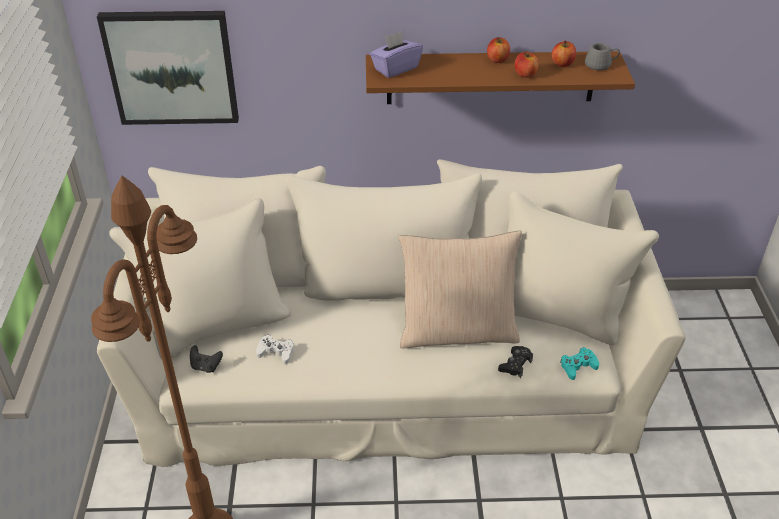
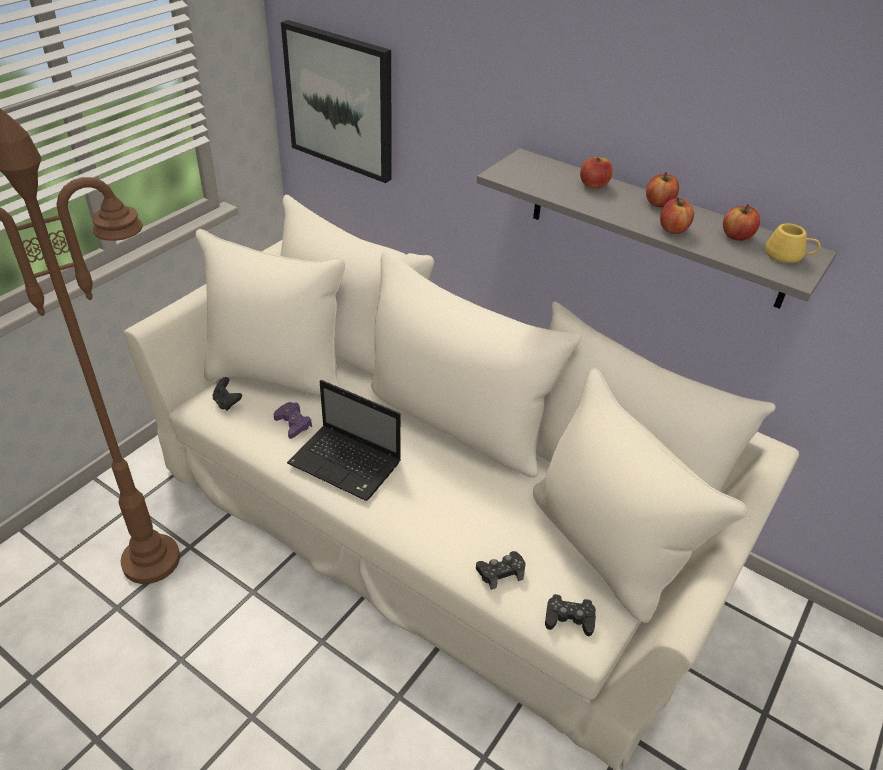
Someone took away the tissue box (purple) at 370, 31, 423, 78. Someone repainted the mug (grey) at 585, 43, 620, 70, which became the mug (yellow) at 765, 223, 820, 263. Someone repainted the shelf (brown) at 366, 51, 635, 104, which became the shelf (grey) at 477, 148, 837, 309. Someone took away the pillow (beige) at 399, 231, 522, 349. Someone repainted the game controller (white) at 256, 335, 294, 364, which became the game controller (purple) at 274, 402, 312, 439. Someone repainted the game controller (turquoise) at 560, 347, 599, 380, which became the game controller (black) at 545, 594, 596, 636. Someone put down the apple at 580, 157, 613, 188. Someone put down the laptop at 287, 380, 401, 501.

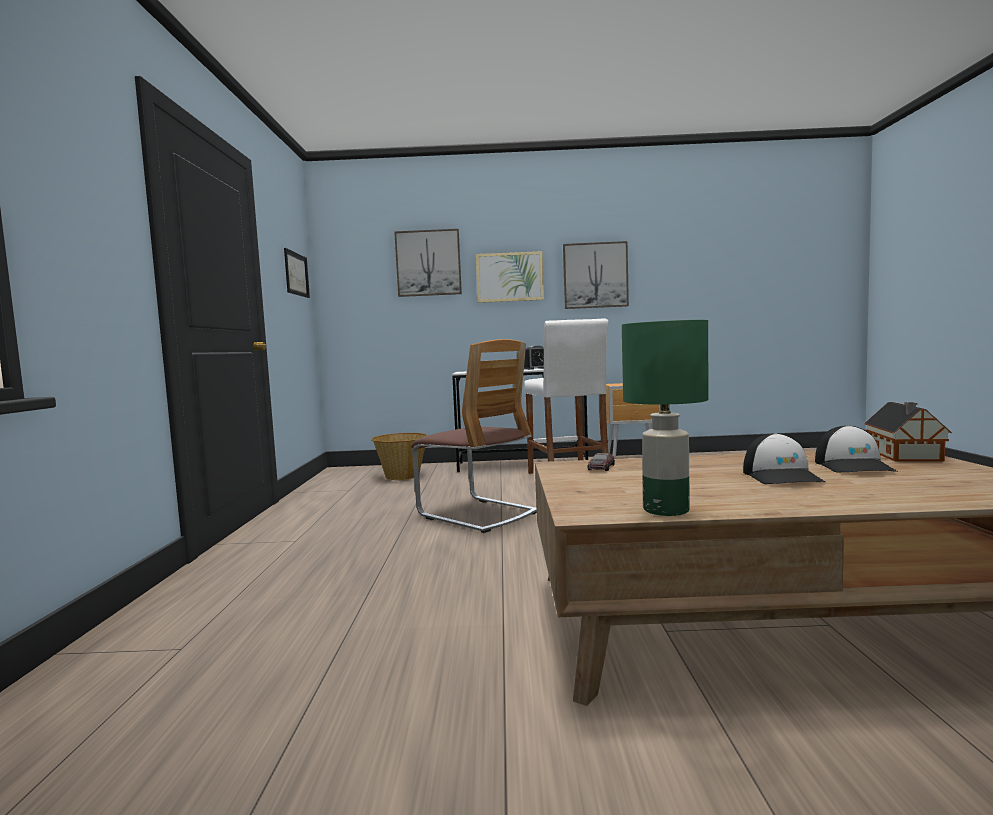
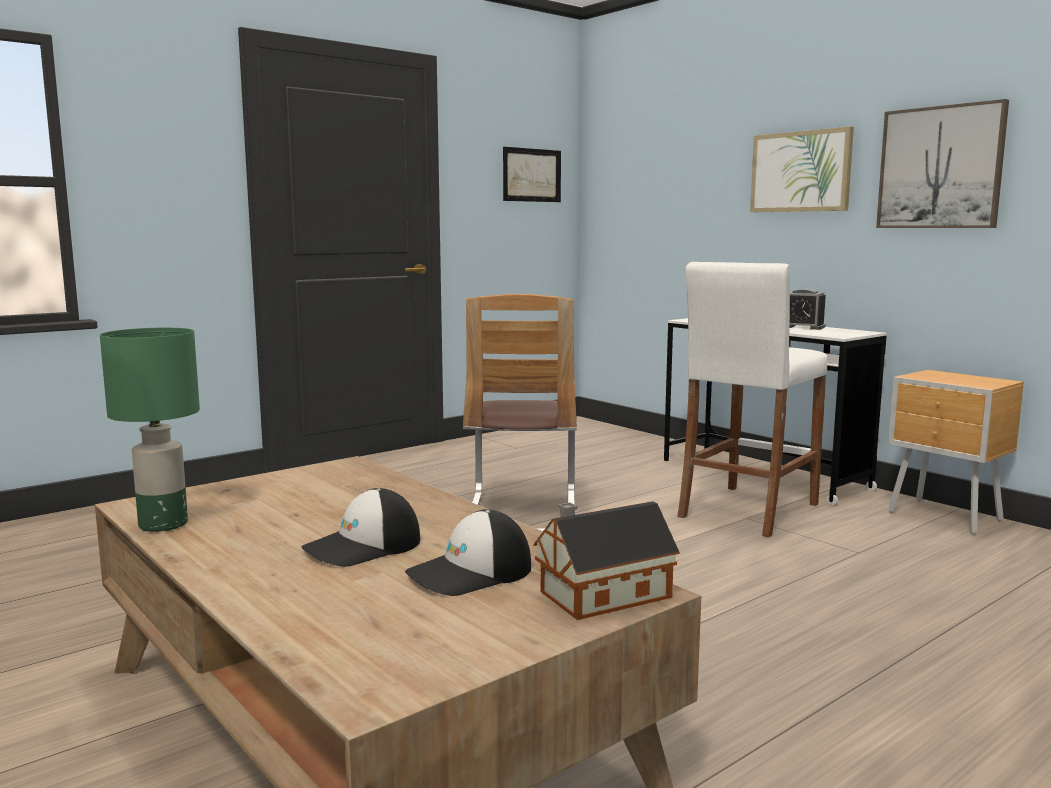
Someone took away the picture at 394, 229, 462, 297. Someone took away the basket at 371, 433, 428, 480. Someone took away the toy car at 587, 453, 615, 471.

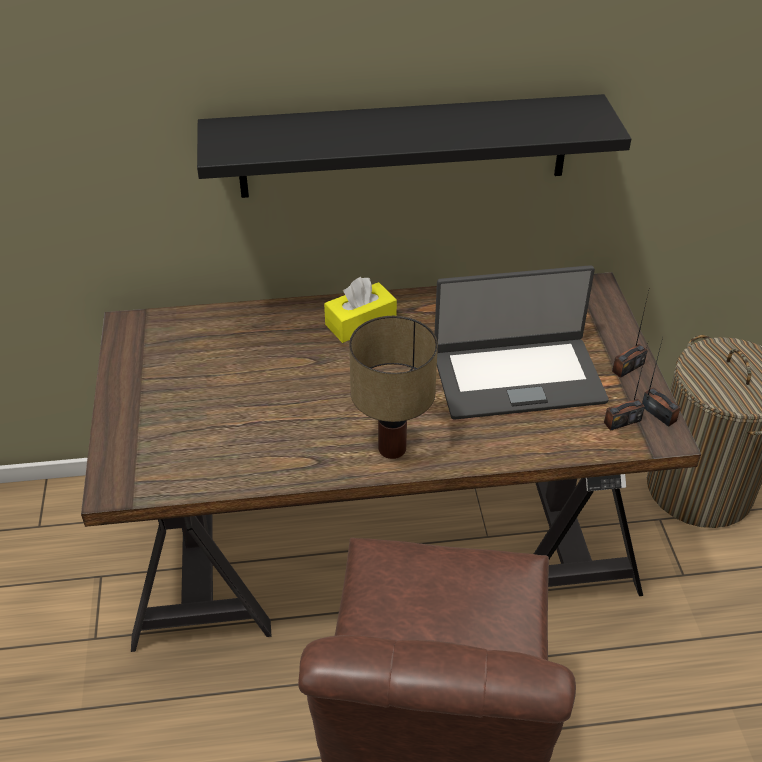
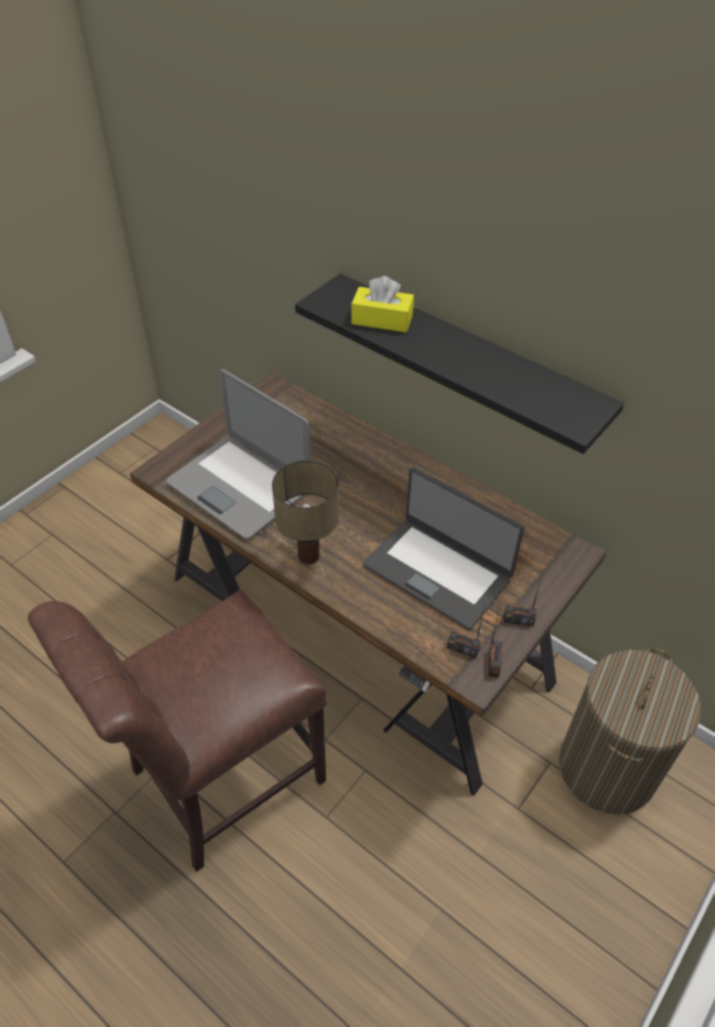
Someone carried the tissue box (yellow) from 324, 277, 397, 343 to 351, 276, 414, 332. Someone put down the laptop at 166, 369, 311, 539.

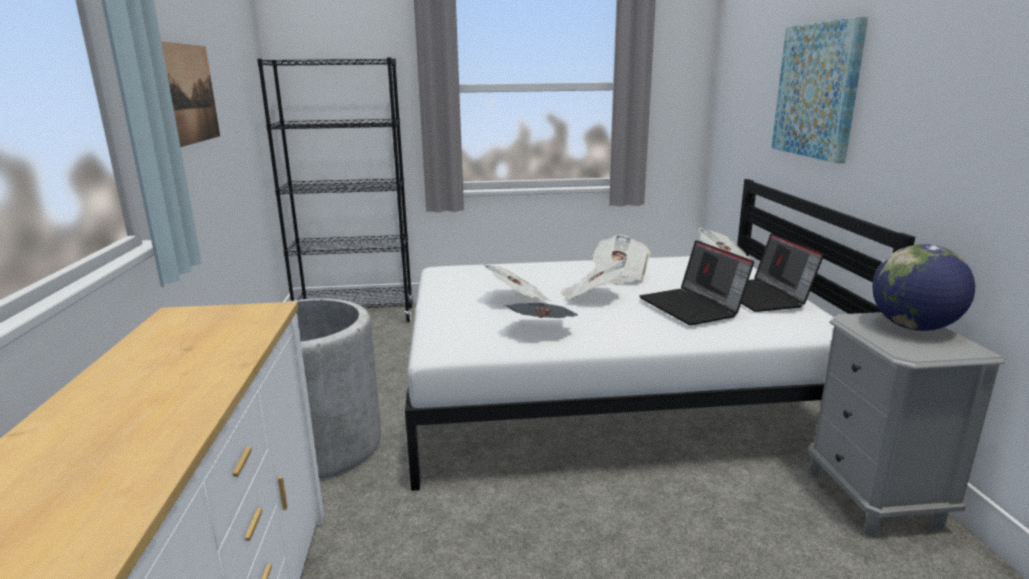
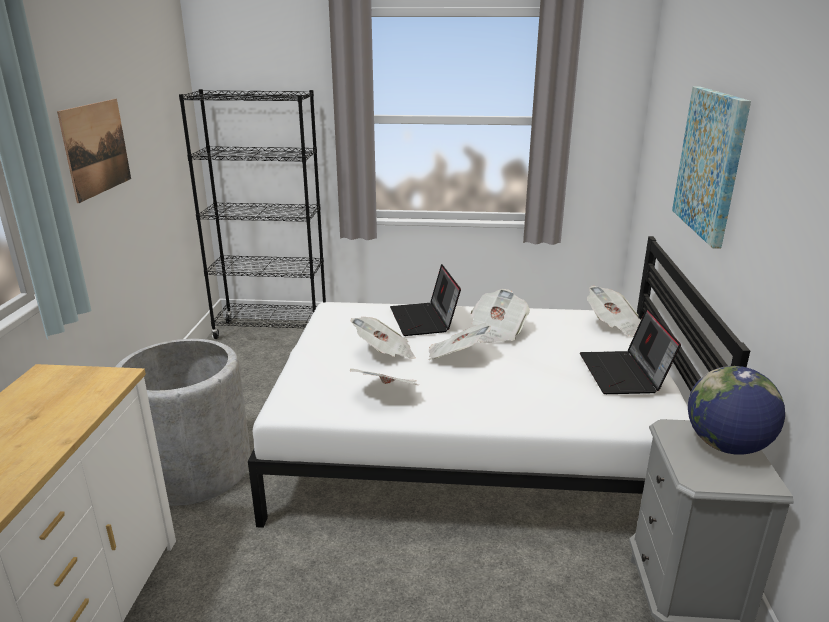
Someone carried the laptop from 639, 240, 754, 325 to 390, 264, 461, 336.

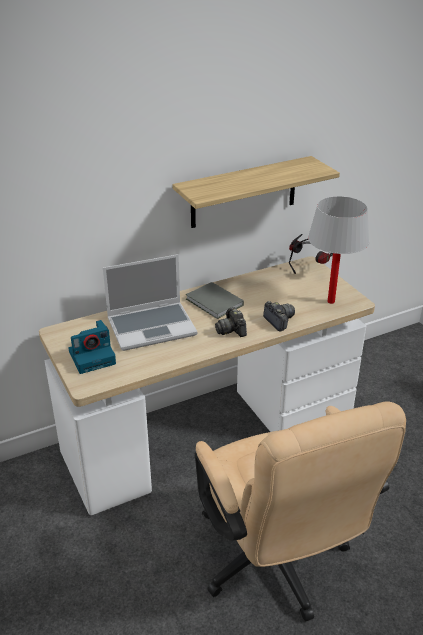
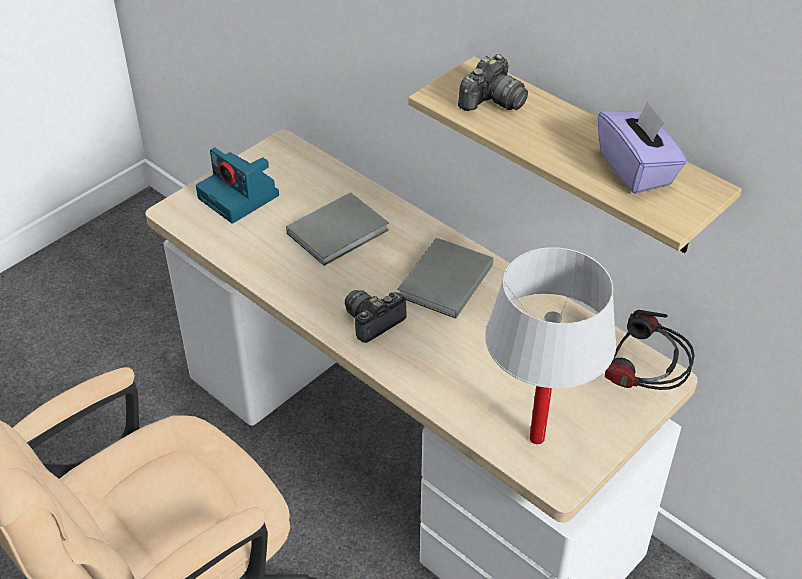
Someone swapped the laptop at 103, 254, 198, 351 for the book (grey) at 286, 192, 389, 266. Someone carried the photo camera from 263, 301, 295, 332 to 458, 54, 528, 111. Someone put down the tissue box (purple) at 598, 100, 687, 194.

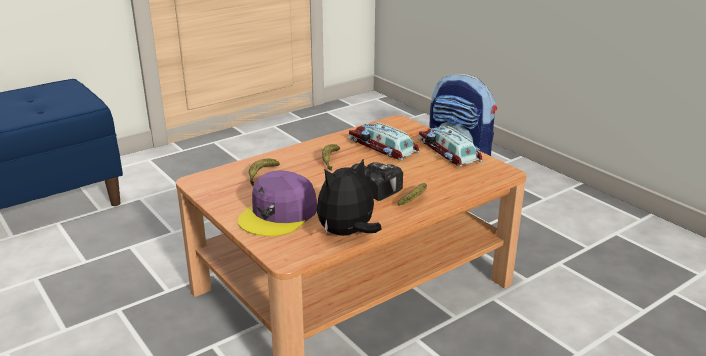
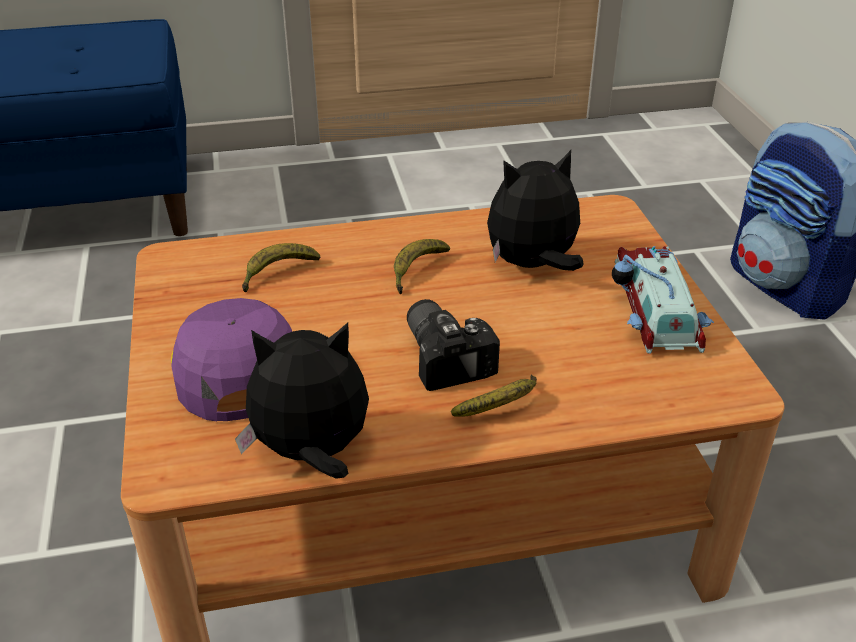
Someone swapped the toy car at 348, 122, 419, 161 for the plush toy at 487, 150, 584, 271. Someone rotated the cap (purple) at 238, 170, 317, 236 by 105 degrees clockwise.

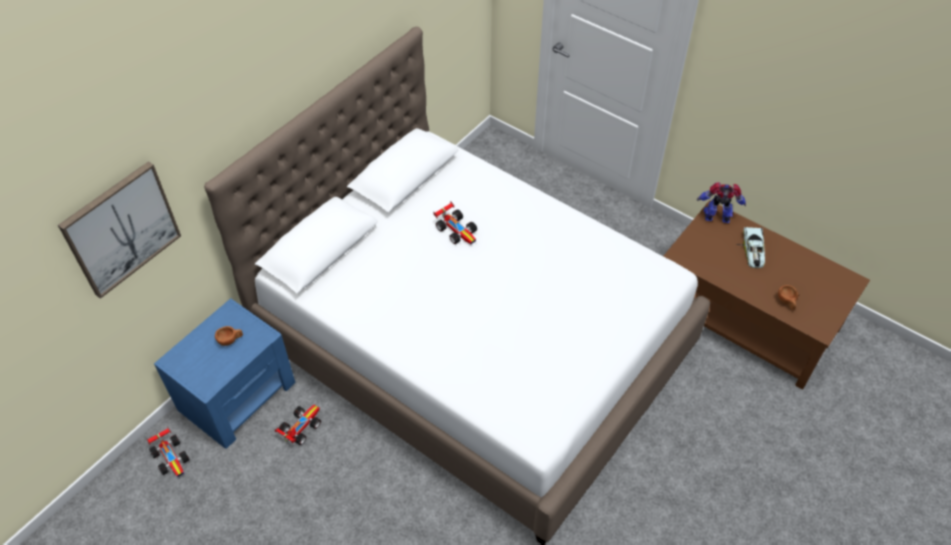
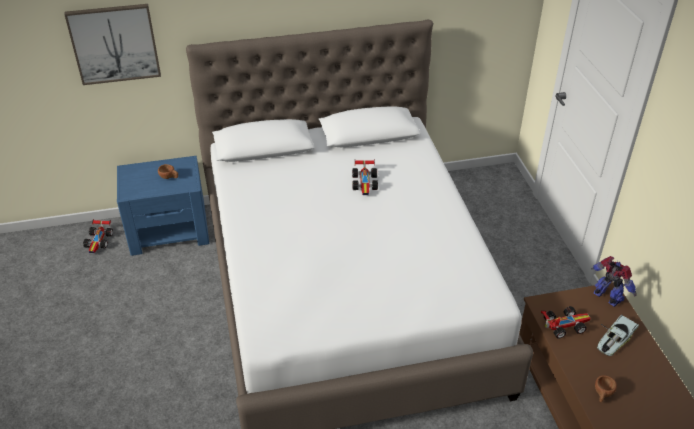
Someone carried the toy car from 275, 404, 321, 445 to 541, 306, 591, 339.

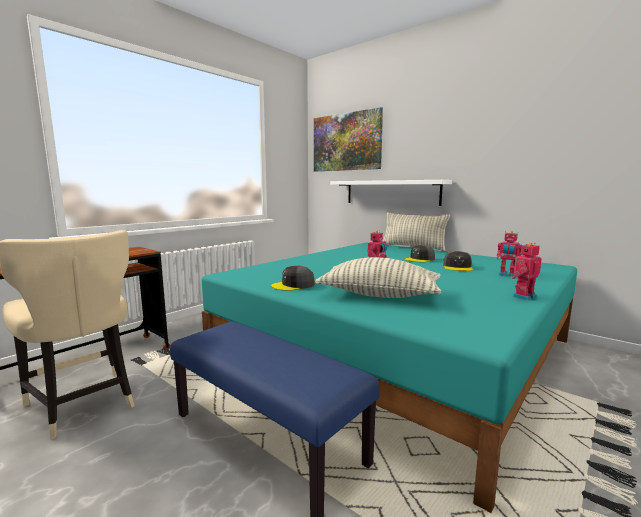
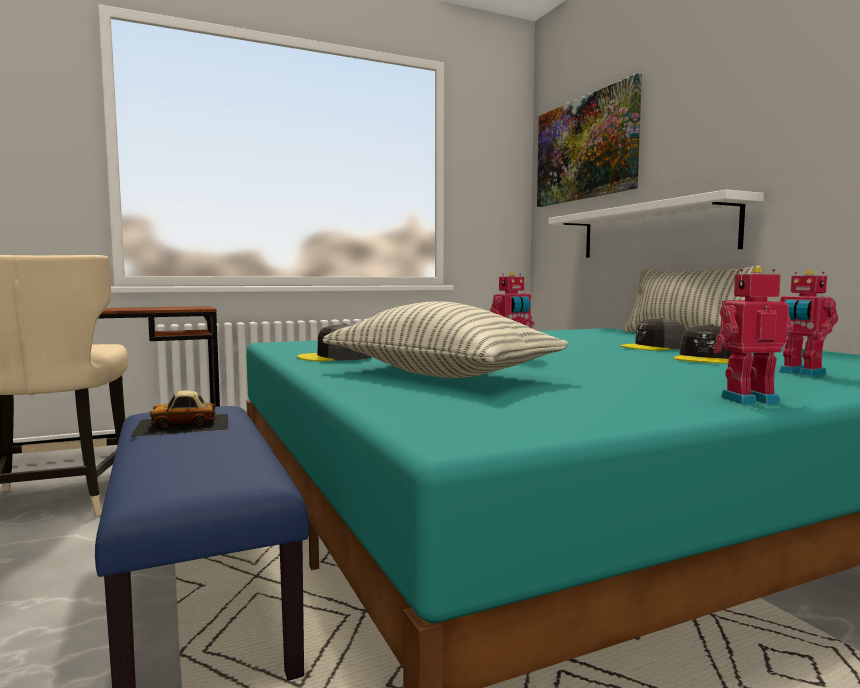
Someone put down the toy car at 130, 391, 228, 437.

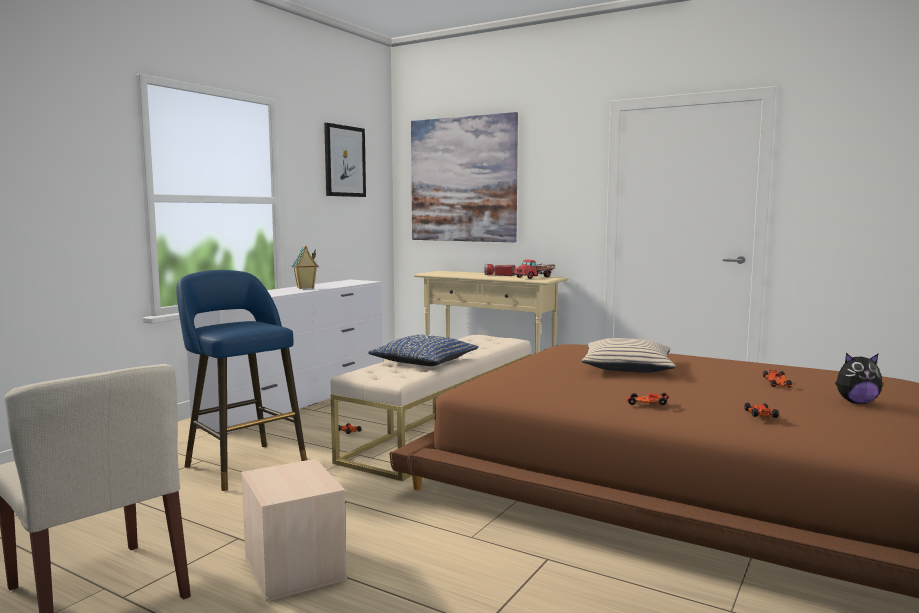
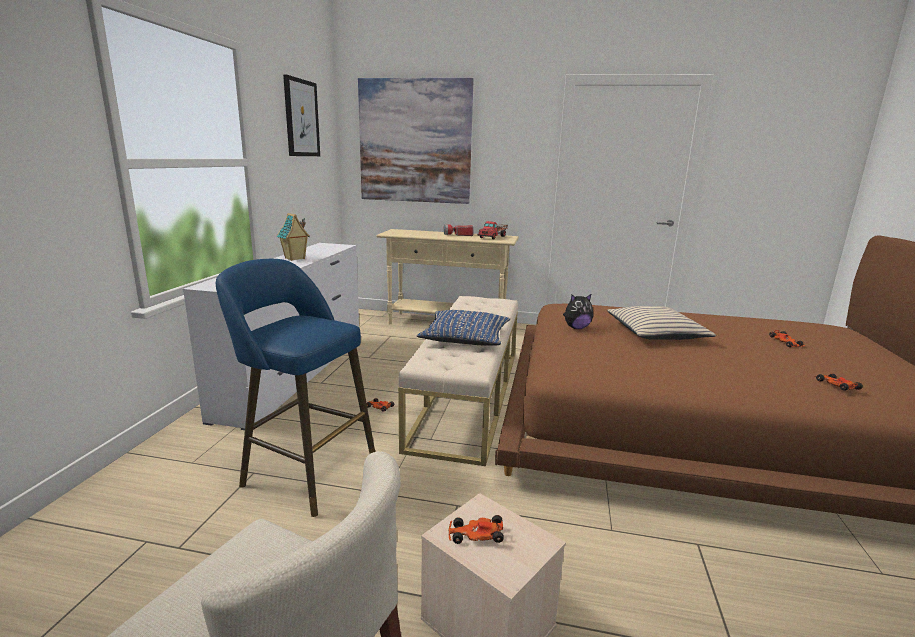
Someone carried the plush toy from 835, 353, 882, 404 to 563, 293, 593, 329. Someone carried the toy car from 626, 393, 668, 405 to 448, 515, 504, 544.

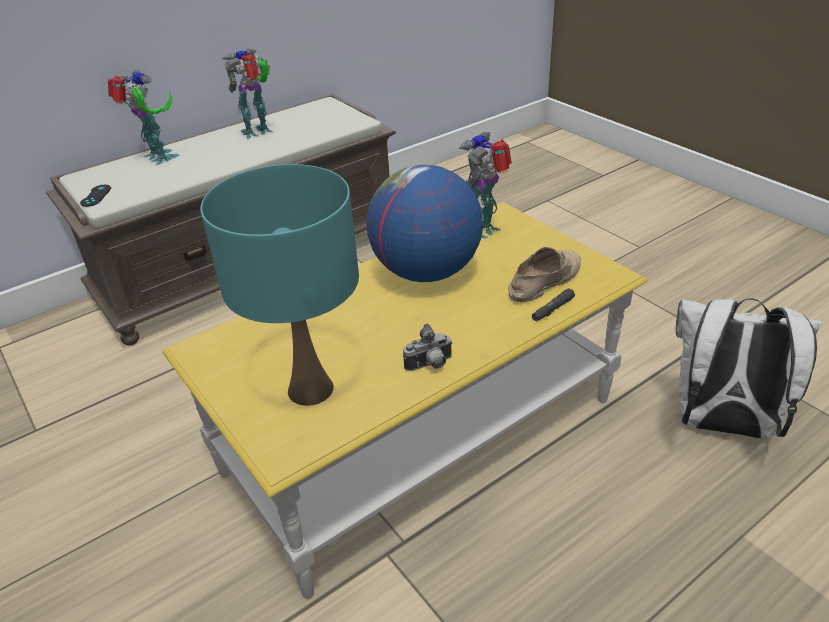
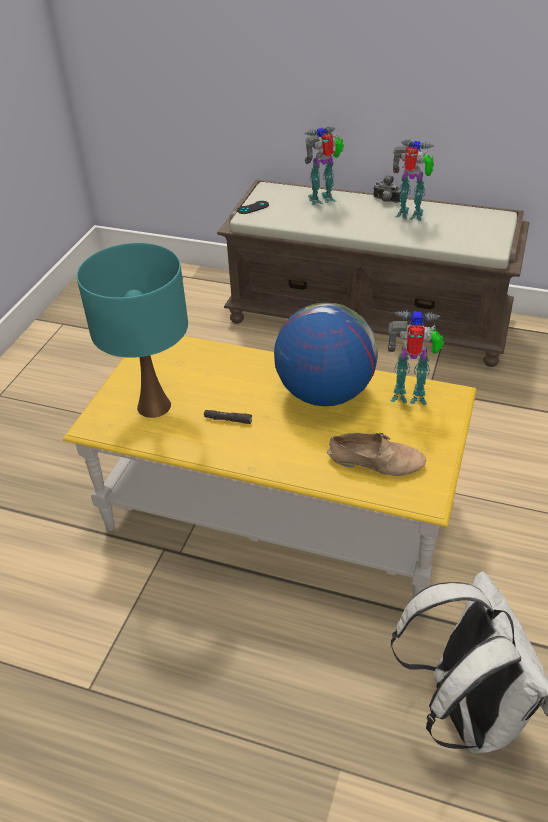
Someone rotated the toy robot at 108, 70, 180, 165 by 120 degrees counterclockwise. Someone carried the flashlight (black) from 532, 288, 575, 321 to 204, 410, 252, 424. Someone carried the photo camera from 403, 323, 453, 371 to 373, 176, 401, 203.

